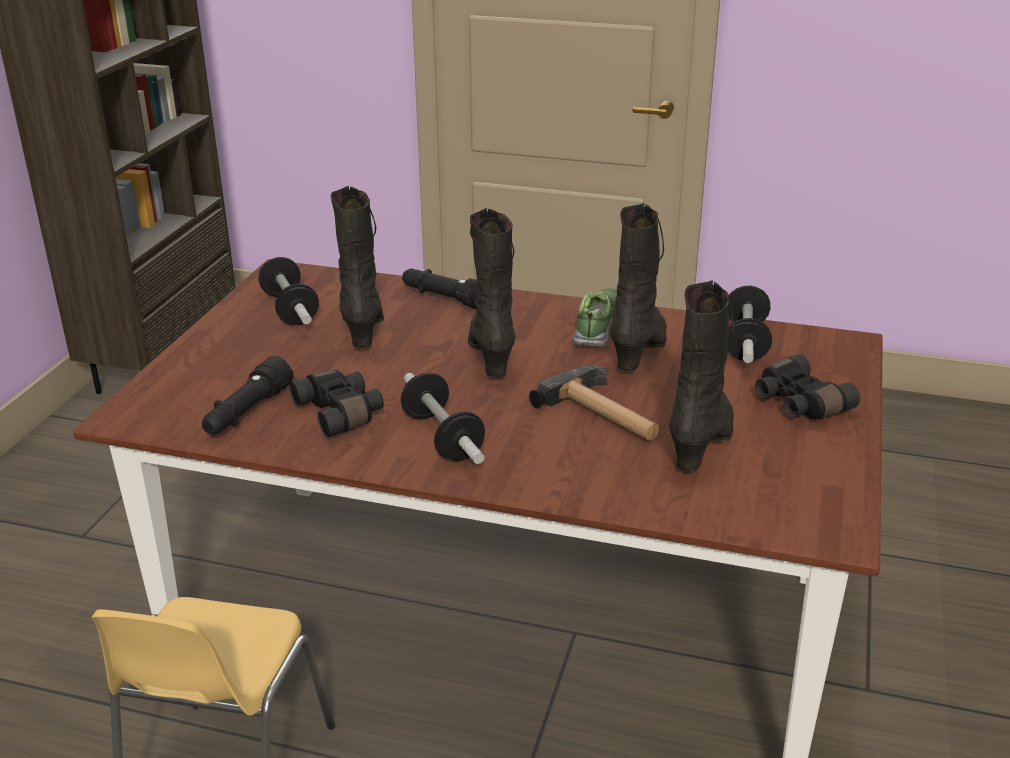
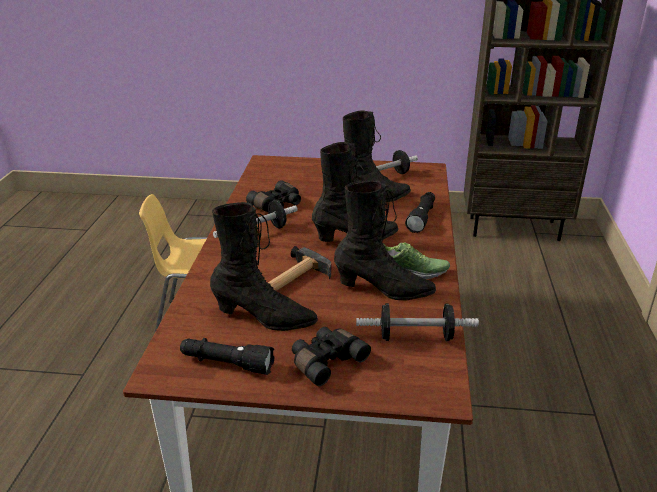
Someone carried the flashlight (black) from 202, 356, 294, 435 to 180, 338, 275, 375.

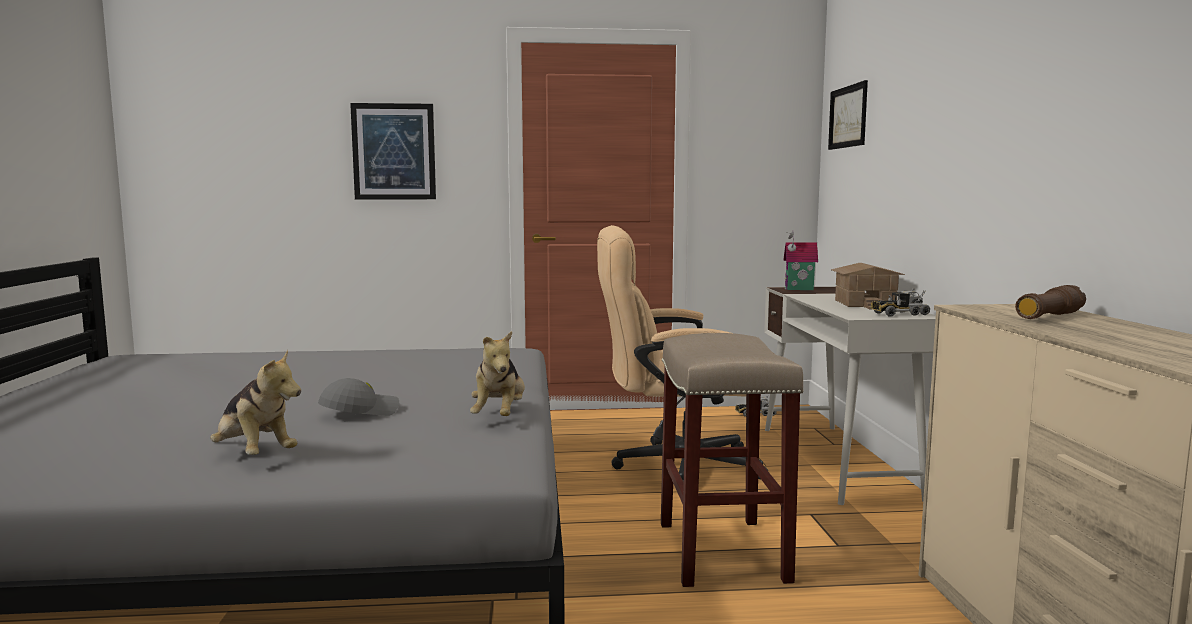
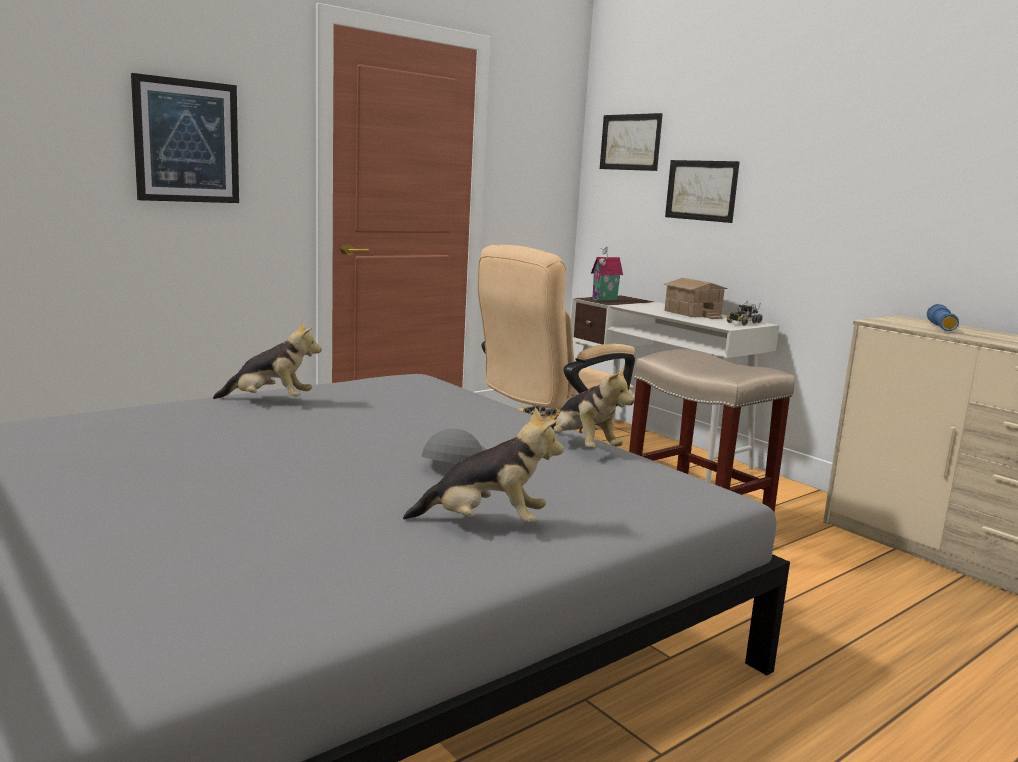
Someone repainted the flashlight (brown) at 1015, 285, 1086, 319, which became the flashlight (blue) at 927, 304, 959, 331. Someone put up the picture at 665, 160, 740, 223. Someone put down the plush toy at 213, 322, 322, 399.

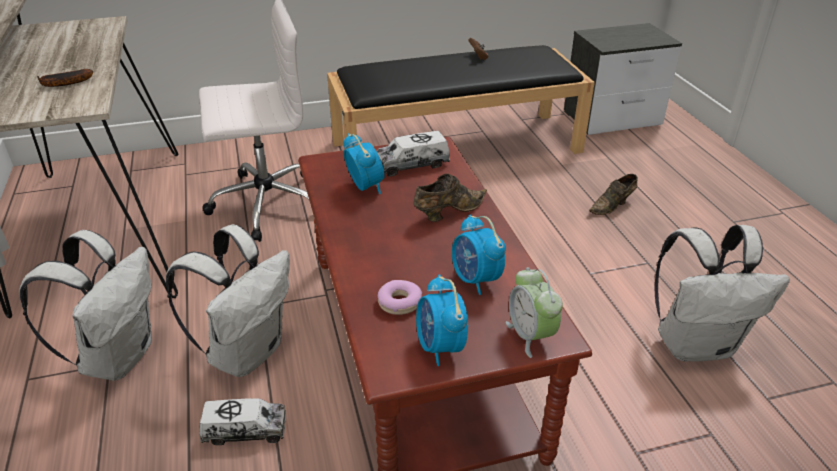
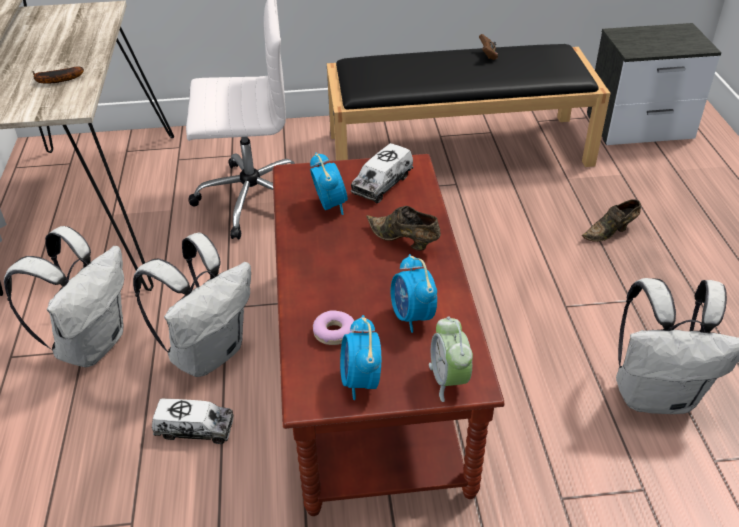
Someone rotated the toy truck at 376, 131, 450, 176 by 45 degrees counterclockwise. Someone rotated the shoe (brown) at 414, 173, 487, 222 by 120 degrees counterclockwise.

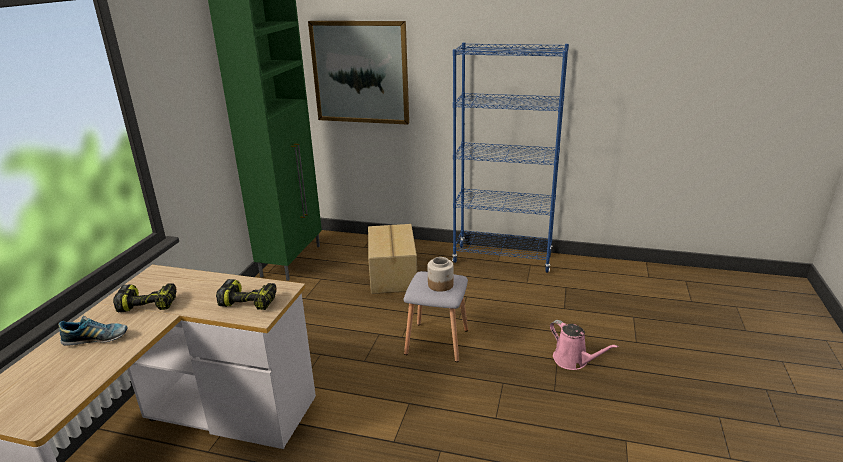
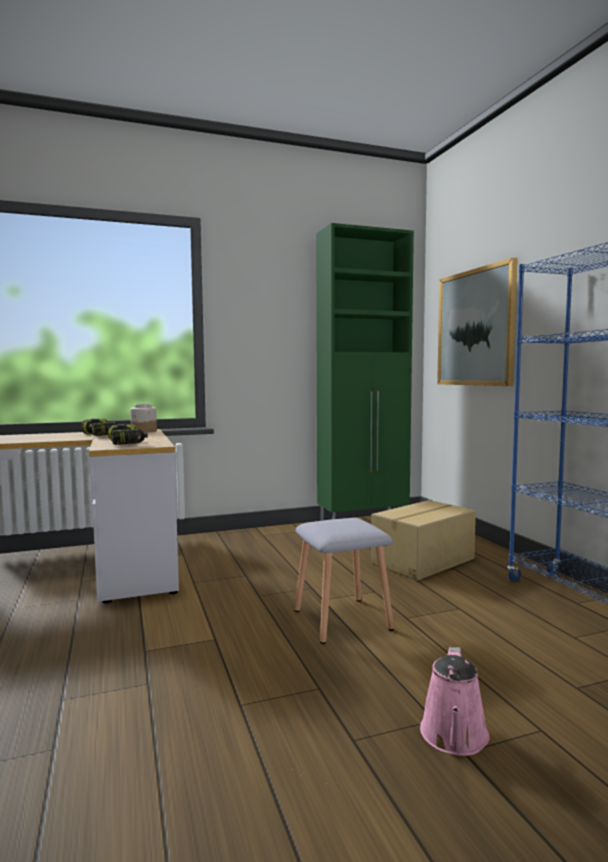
Someone carried the jar from 428, 257, 453, 292 to 130, 404, 157, 433. Someone took away the shoe at 59, 316, 128, 346.

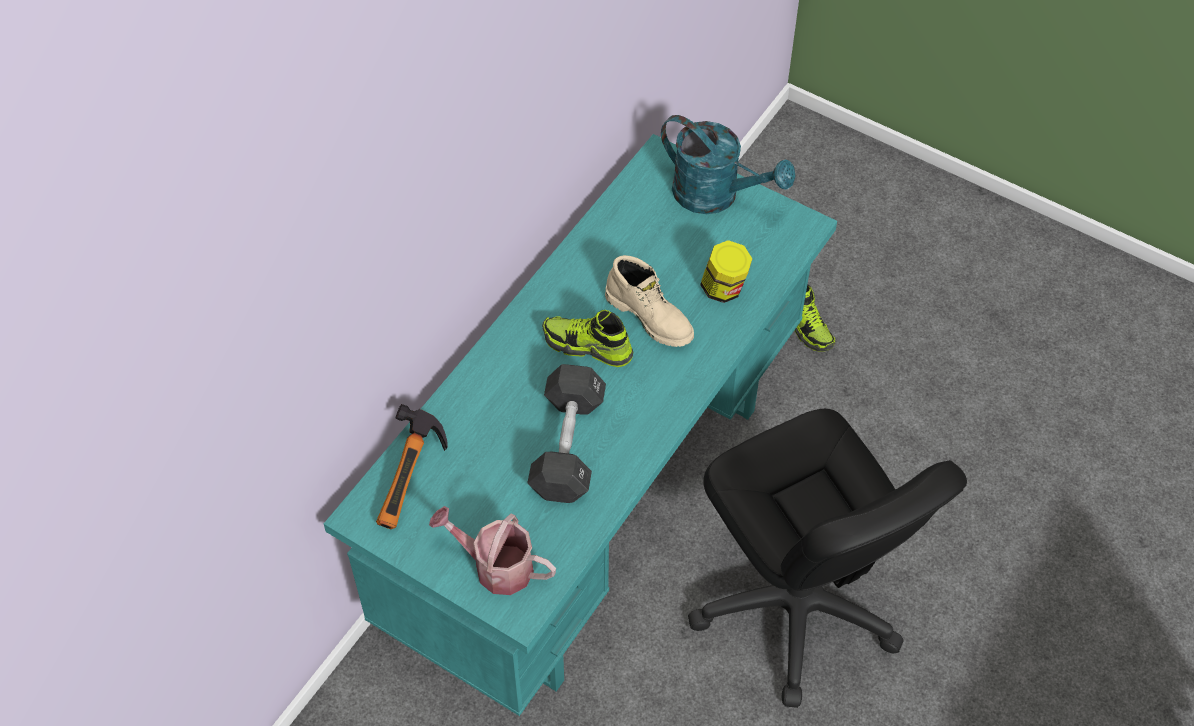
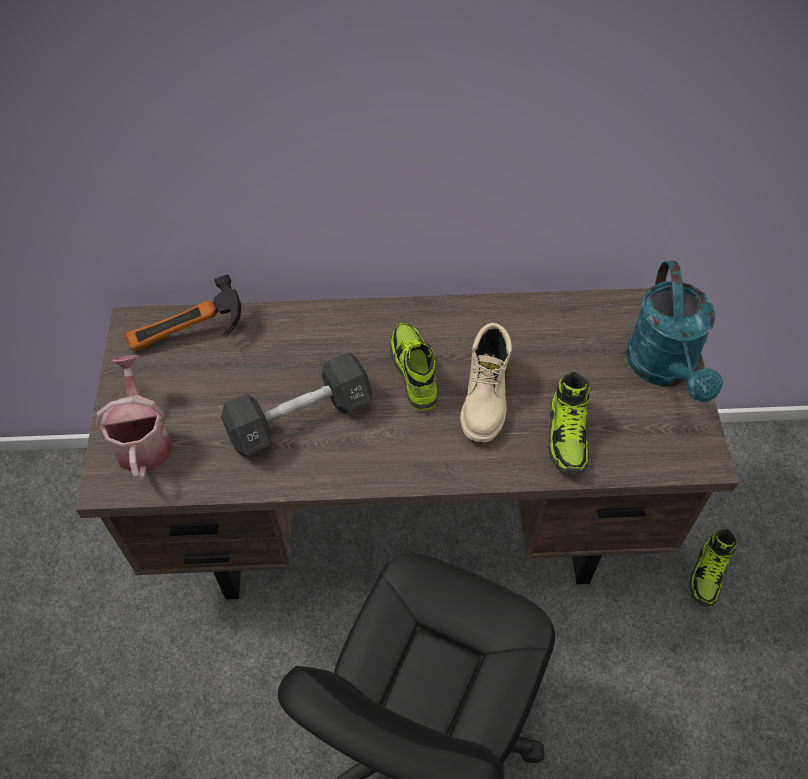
Someone repainted the desk (turquoise) at 324, 134, 837, 716, which became the desk (brown) at 76, 288, 739, 600. Someone swapped the jar at 700, 240, 752, 303 for the shoe at 548, 372, 590, 475.

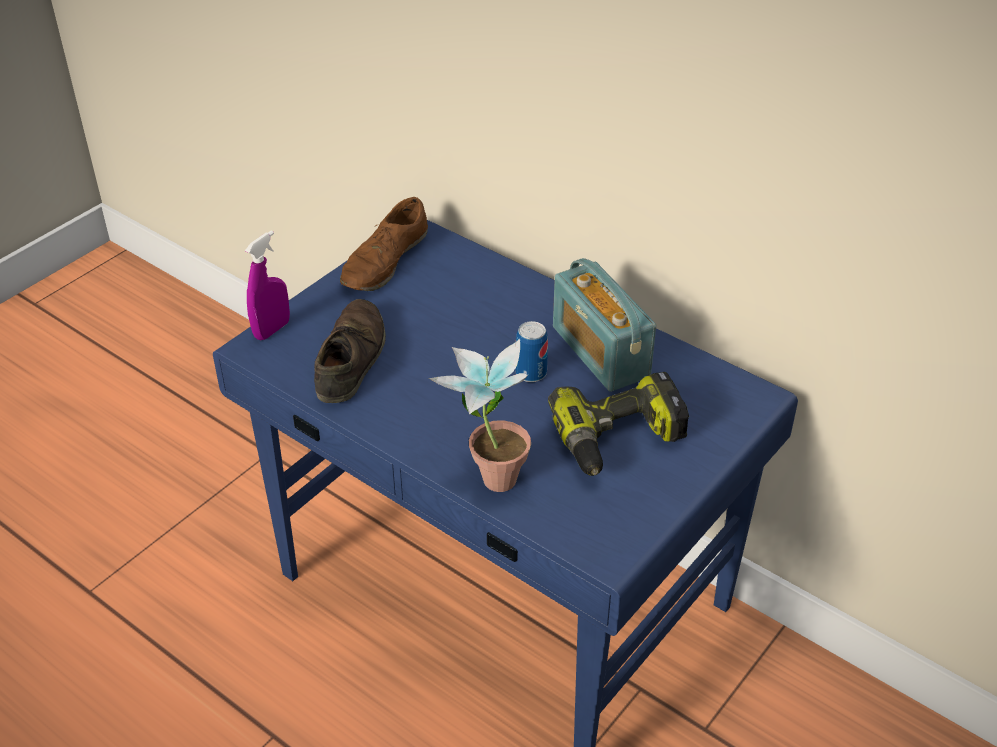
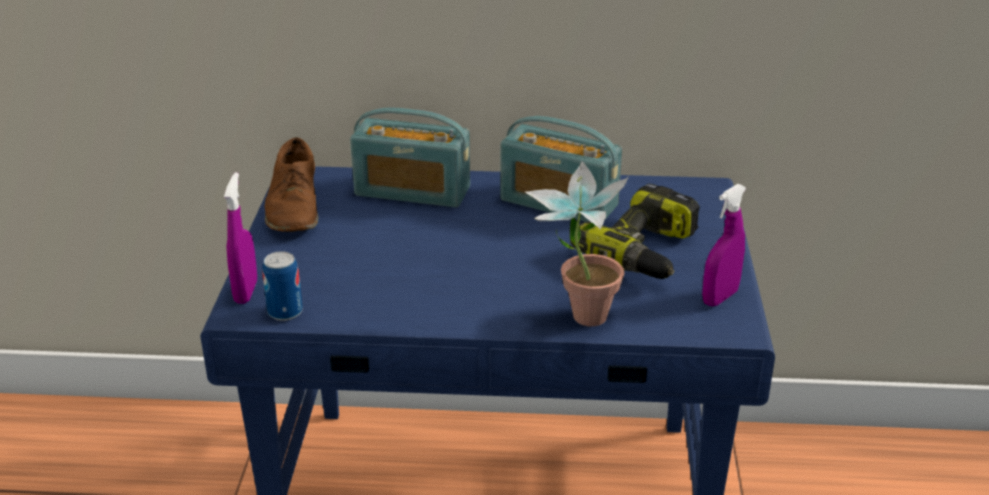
Someone took away the shoe (brown) at 314, 299, 386, 403. Someone carried the can from 515, 321, 548, 382 to 262, 251, 303, 321. Someone put down the radio at 350, 108, 470, 207. Someone put down the spray bottle (purple) at 702, 184, 746, 306.

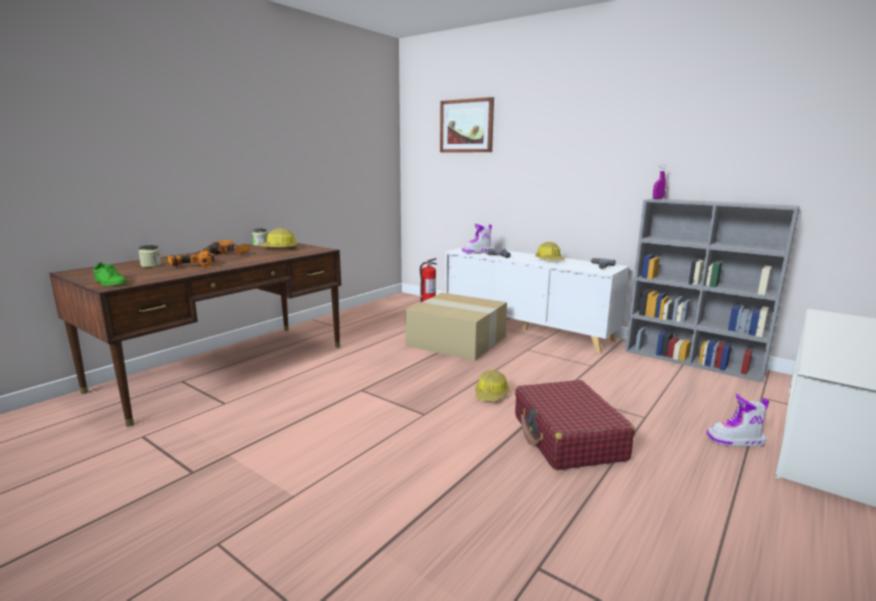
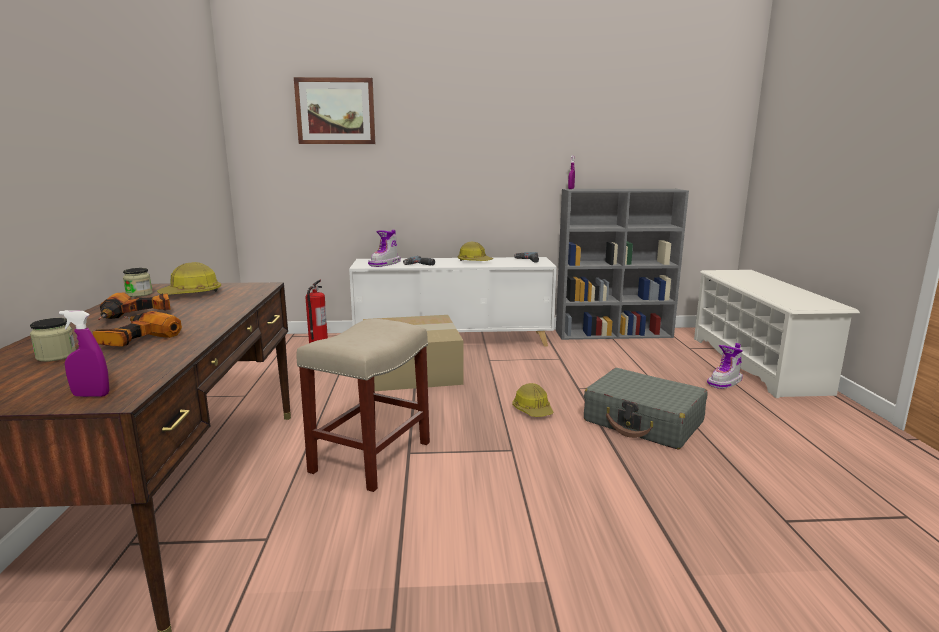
Someone swapped the shoe (green) at 93, 262, 128, 286 for the spray bottle (purple) at 59, 310, 110, 397. Someone repainted the suitcase (red) at 515, 380, 635, 470, which became the suitcase (grey) at 584, 368, 708, 449. Someone put down the stool (beige) at 296, 319, 430, 492.

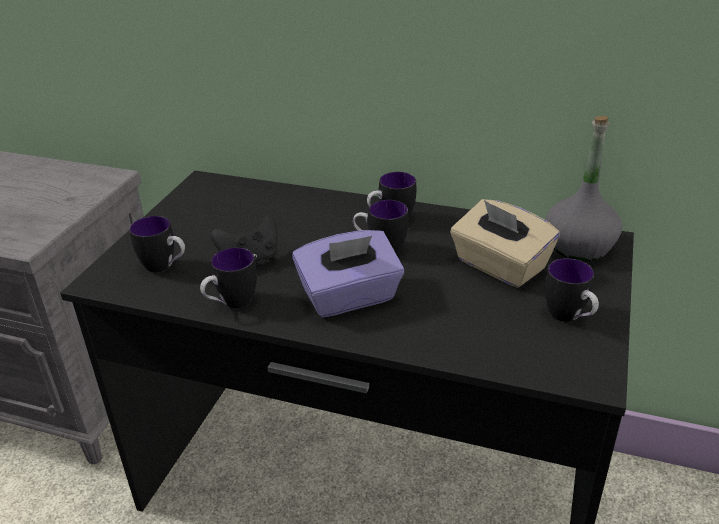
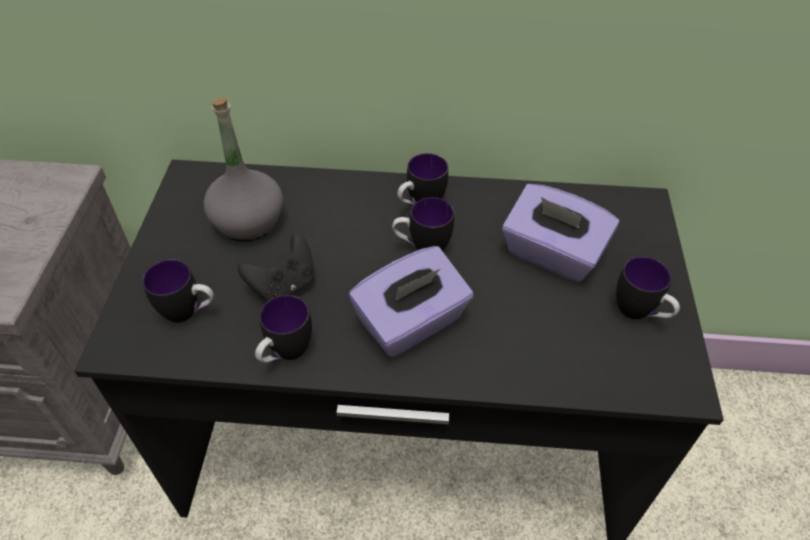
Someone carried the bottle (grey) from 546, 116, 622, 262 to 203, 98, 283, 242. Someone repainted the tissue box (beige) at 450, 199, 560, 288, which became the tissue box (purple) at 502, 184, 619, 282.

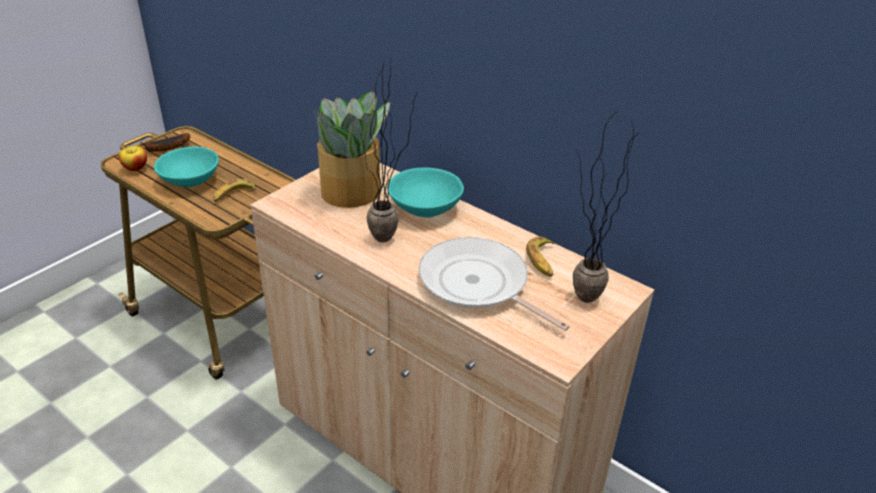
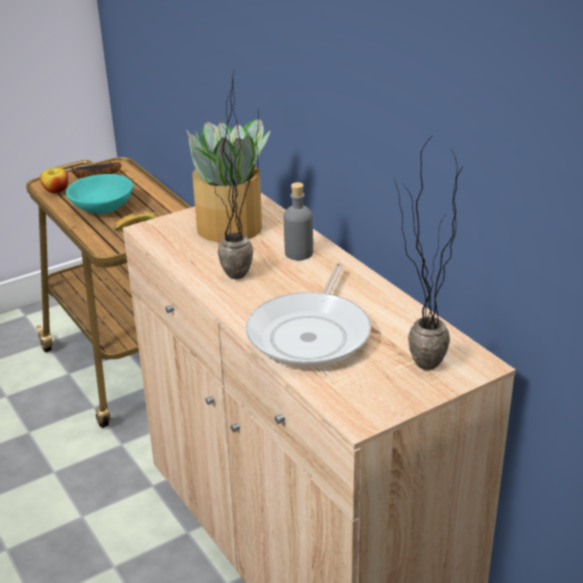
Someone swapped the bowl (turquoise) at 387, 167, 464, 218 for the bottle (grey) at 284, 182, 313, 260. Someone took away the banana at 526, 236, 555, 277. Someone rotated the frying pan at 419, 237, 570, 331 by 135 degrees counterclockwise.

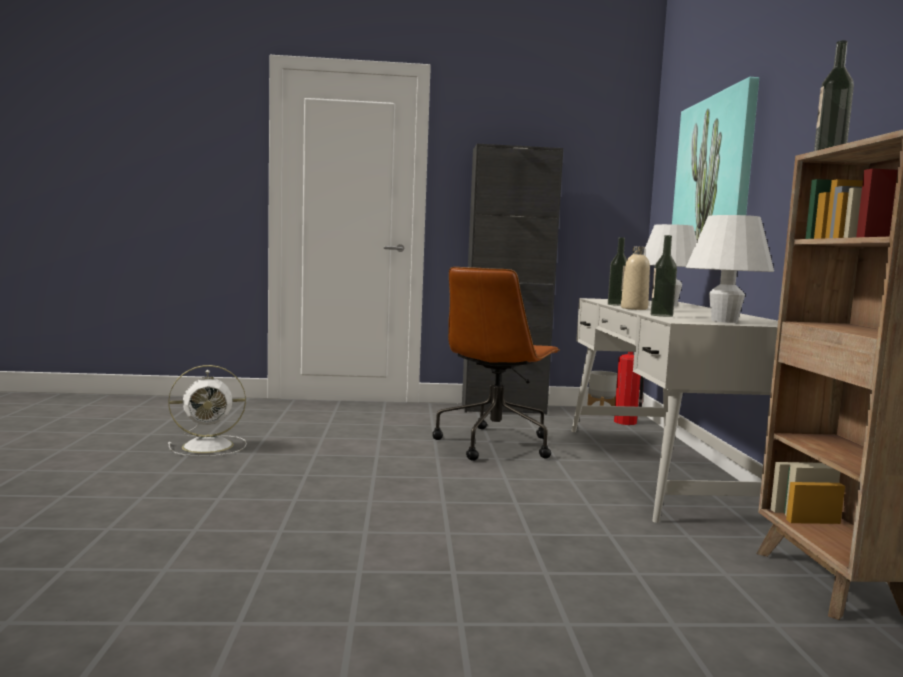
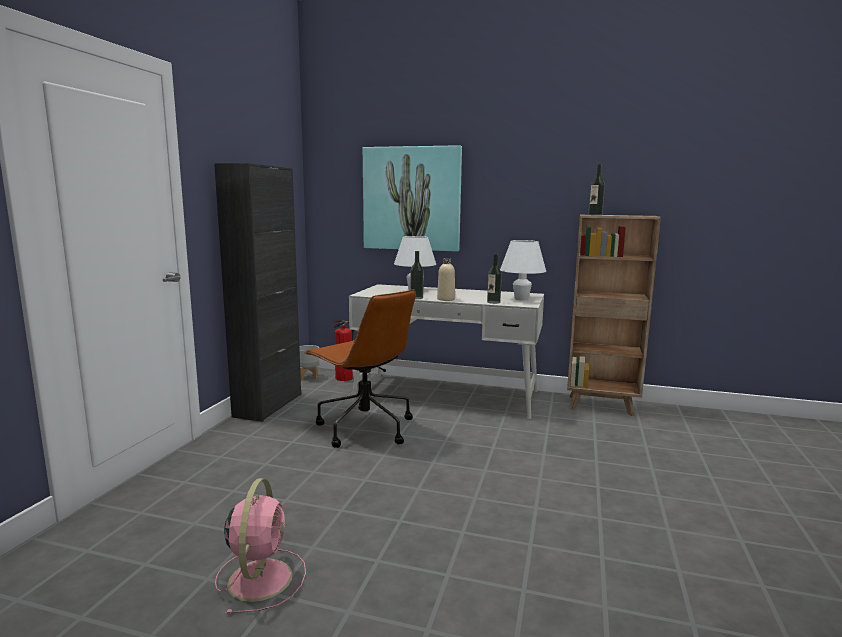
Someone repainted the fan (white) at 168, 365, 247, 457, which became the fan (pink) at 215, 478, 306, 615.

